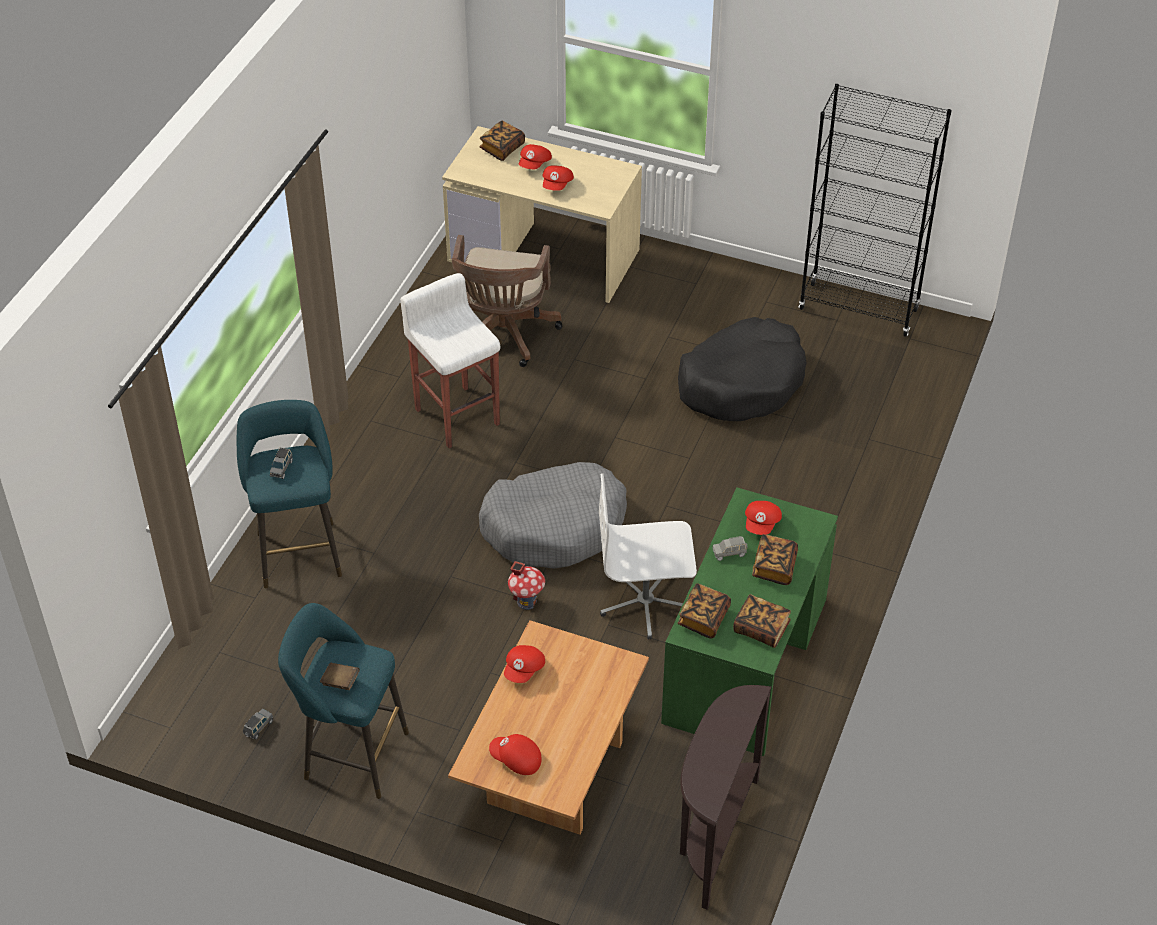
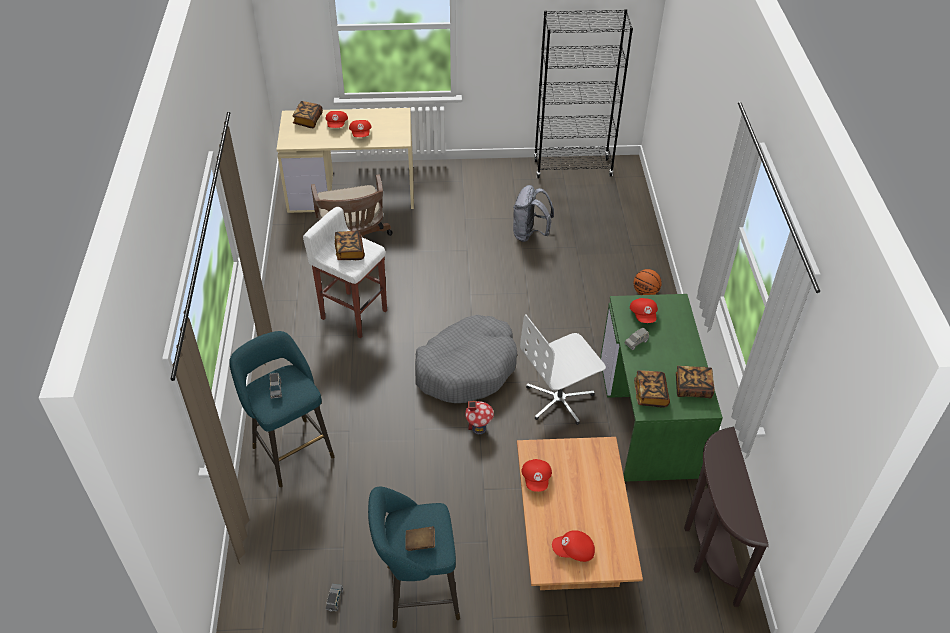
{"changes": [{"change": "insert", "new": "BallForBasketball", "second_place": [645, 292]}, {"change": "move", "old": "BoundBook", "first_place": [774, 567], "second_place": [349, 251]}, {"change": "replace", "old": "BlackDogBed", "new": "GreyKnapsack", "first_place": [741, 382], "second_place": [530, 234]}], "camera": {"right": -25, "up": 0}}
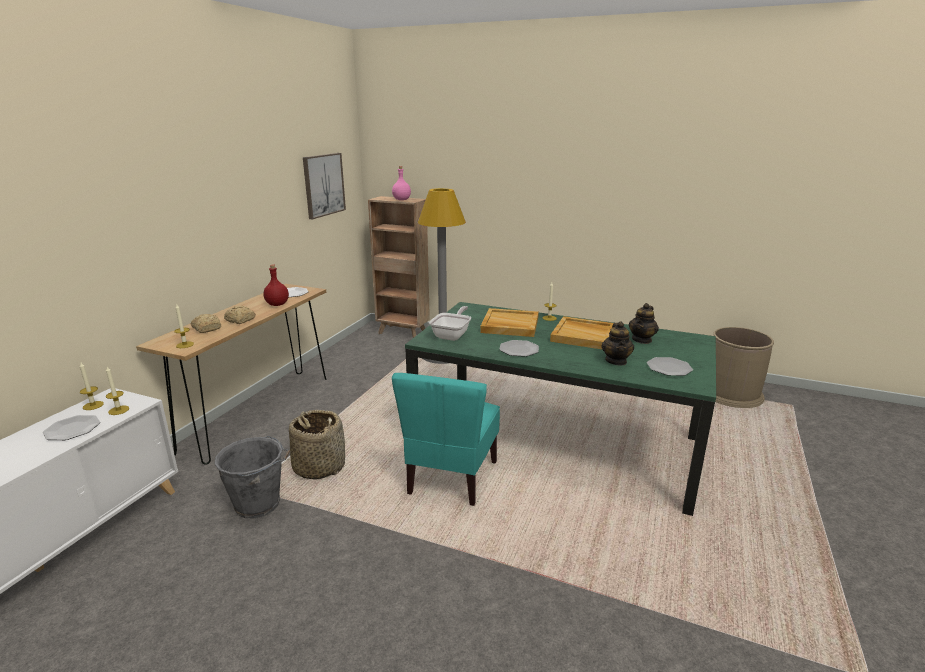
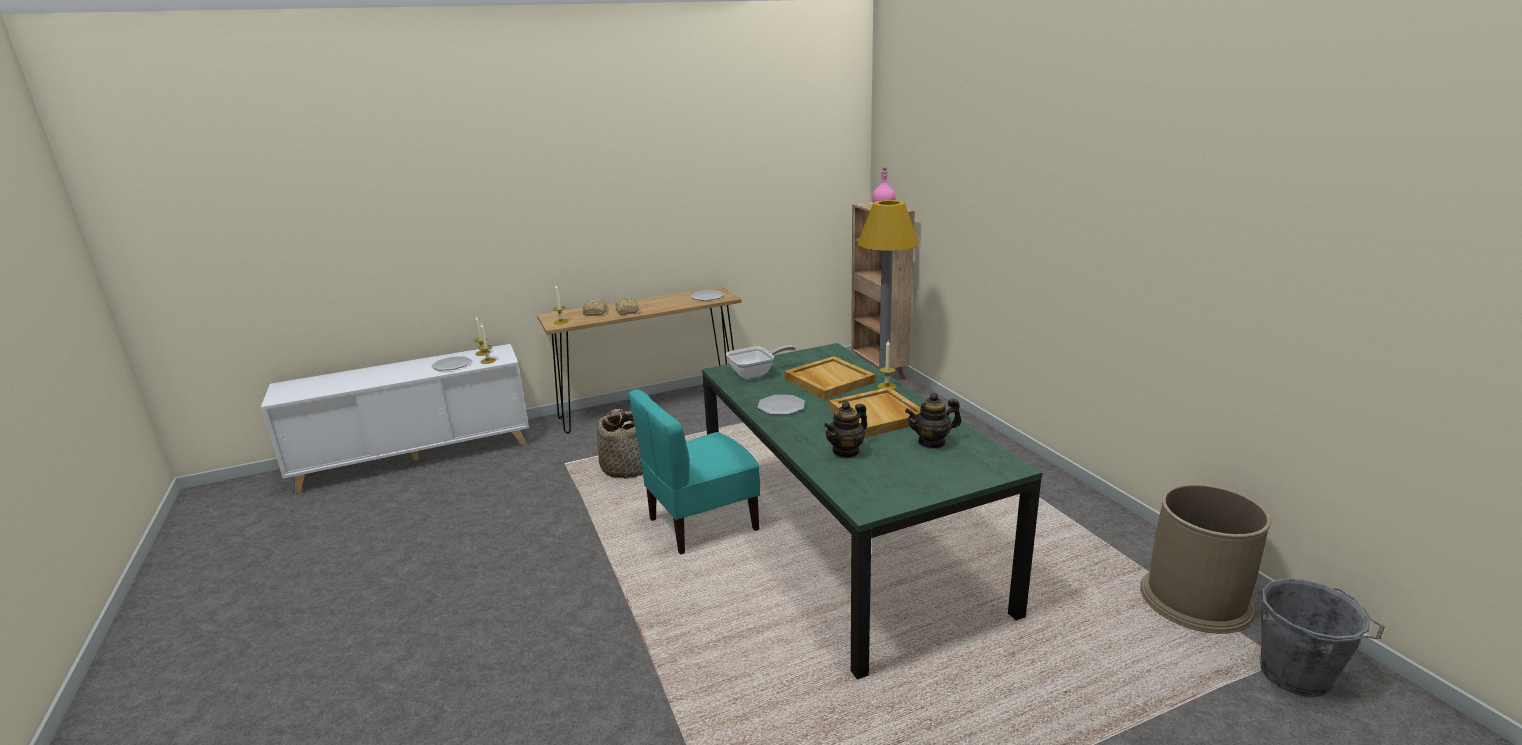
{"changes": [{"change": "delete", "old": "RedColouredBottle", "first_place": [278, 304]}, {"change": "delete", "old": "WallPicture", "first_place": [323, 185]}, {"change": "delete", "old": "DinnerPlate", "first_place": [669, 368]}, {"change": "move", "old": "GreyPail", "first_place": [259, 504], "second_place": [1298, 676]}], "camera": {"right": 45, "up": 0}}
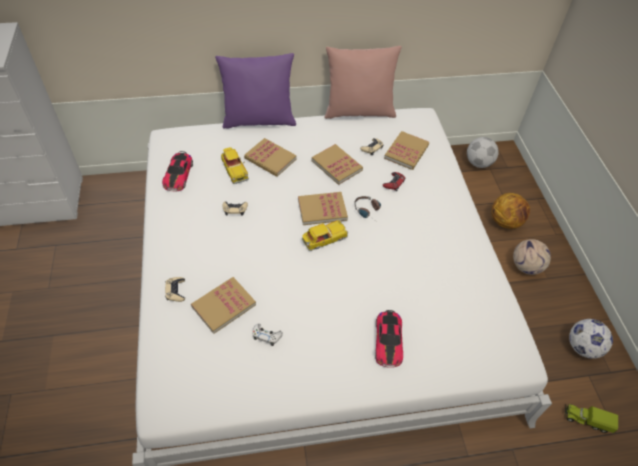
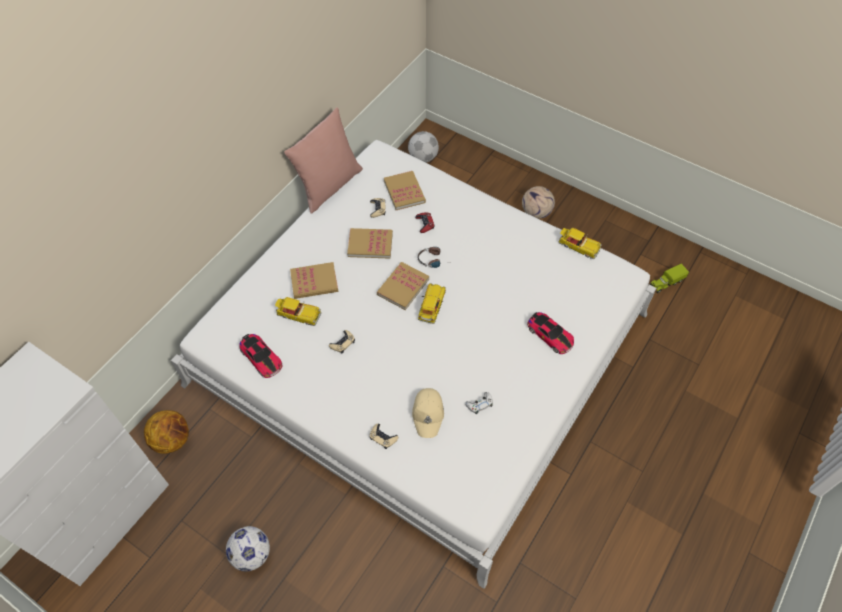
{"changes": [{"change": "delete", "old": "PurplishPillow", "first_place": [259, 120]}, {"change": "insert", "new": "ModelCar", "second_place": [578, 246]}, {"change": "move", "old": "BallForBasketball", "first_place": [506, 222], "second_place": [172, 439]}, {"change": "move", "old": "BallForFootball", "first_place": [582, 347], "second_place": [252, 554]}, {"change": "replace", "old": "BoundBook", "new": "BeigePeakedCap", "first_place": [223, 306], "second_place": [428, 414]}], "camera": {"right": -45, "up": 5}}
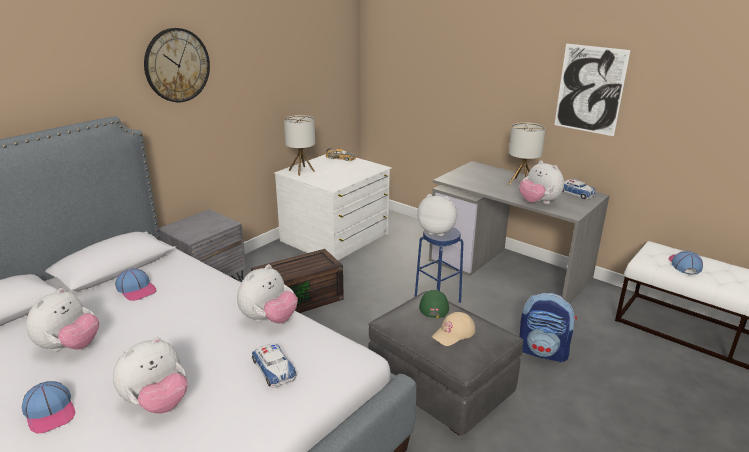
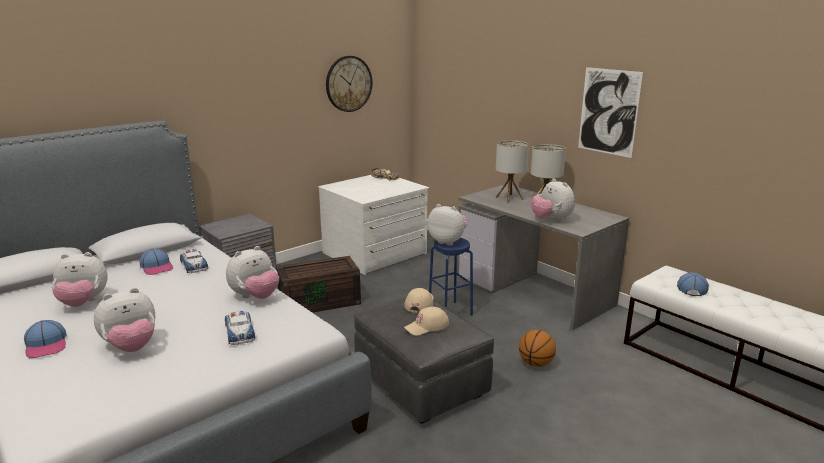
{"changes": [{"change": "move", "old": "ClockOnTheWall", "first_place": [177, 65], "second_place": [348, 84]}, {"change": "move", "old": "TableLamp", "first_place": [301, 171], "second_place": [509, 198]}, {"change": "move", "old": "ModelCar", "first_place": [576, 193], "second_place": [194, 265]}, {"change": "replace", "old": "Knapsack", "new": "BallForBasketball", "first_place": [543, 352], "second_place": [536, 363]}, {"change": "recolor", "old": "GreenPeakedCap", "new": "BeigePeakedCap", "first_place": [433, 305], "second_place": [419, 303]}, {"change": "rotate", "old": "CuddlyToy", "first_place": [69, 347], "second_place": [83, 303], "degrees": 45}], "camera": {"right": 10, "up": -5}}
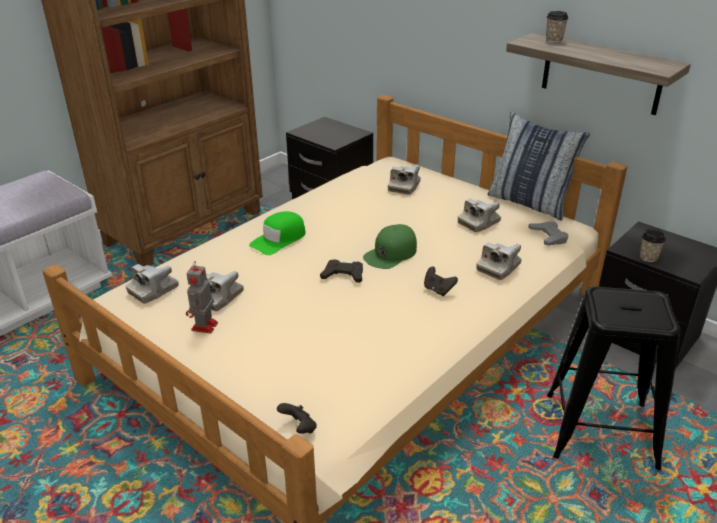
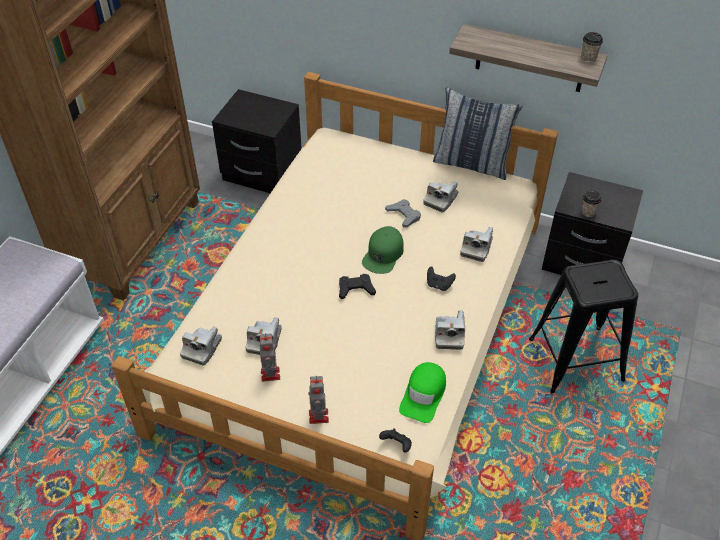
{"changes": [{"change": "insert", "new": "ToyRobot", "second_place": [318, 417]}, {"change": "move", "old": "GreenPeakedCap", "first_place": [279, 239], "second_place": [423, 395]}, {"change": "move", "old": "PhotoCamera", "first_place": [404, 187], "second_place": [449, 335]}, {"change": "move", "old": "GreyGameController", "first_place": [548, 236], "second_place": [404, 215]}, {"change": "move", "old": "DrinkingCup", "first_place": [554, 40], "second_place": [588, 58]}], "camera": {"right": -20, "up": 15}}
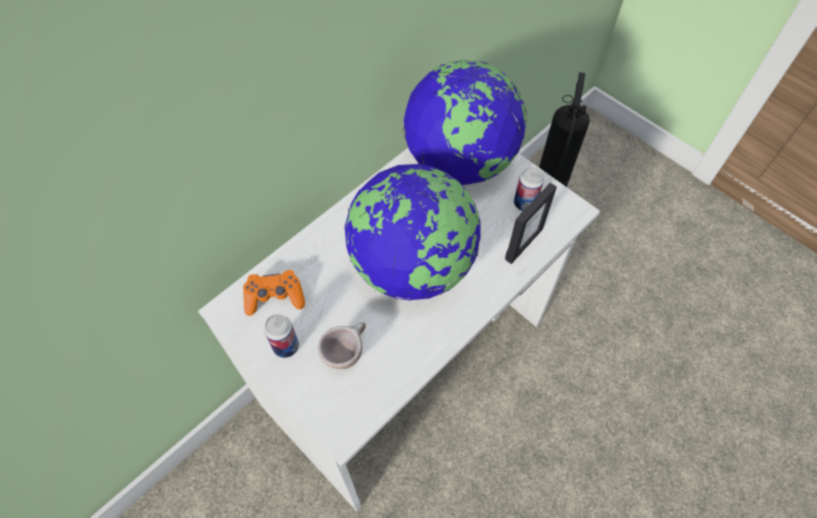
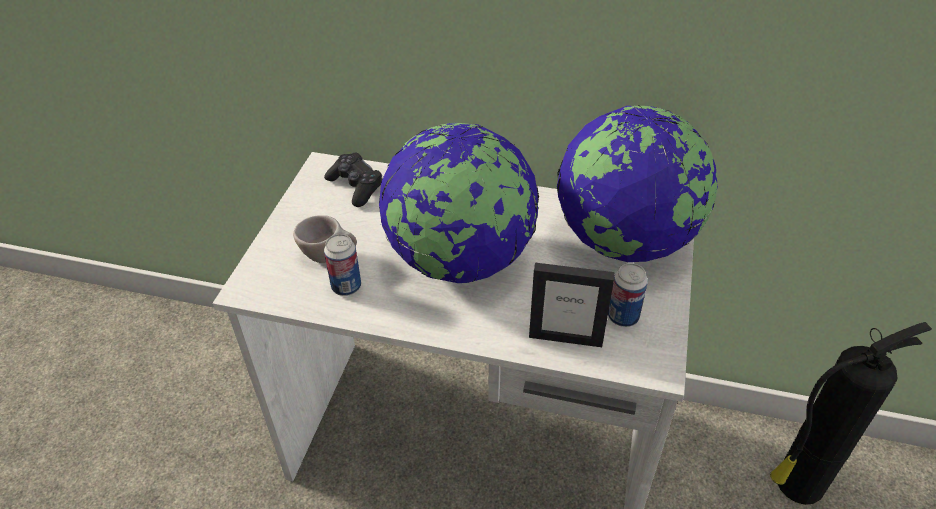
{"changes": [{"change": "move", "old": "SealedCan", "first_place": [286, 346], "second_place": [346, 287]}, {"change": "recolor", "old": "OrangeColouredGameController", "new": "BlackGameController", "first_place": [275, 297], "second_place": [356, 186]}], "camera": {"right": 60, "up": -15}}
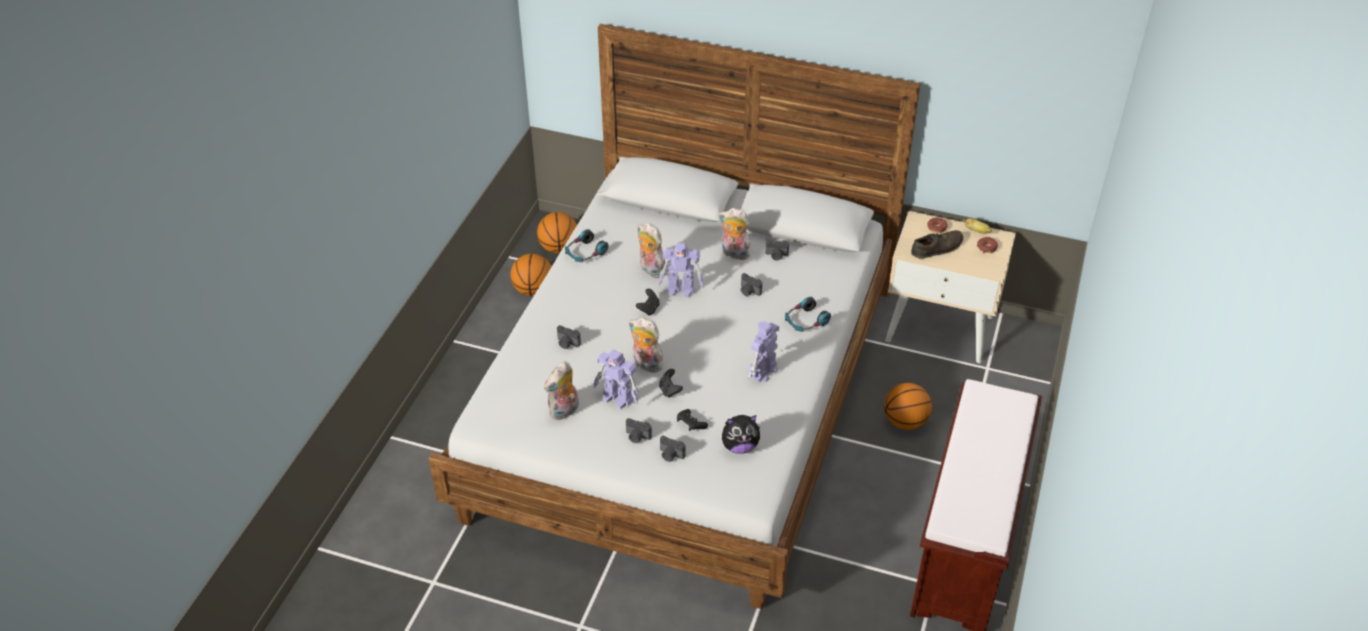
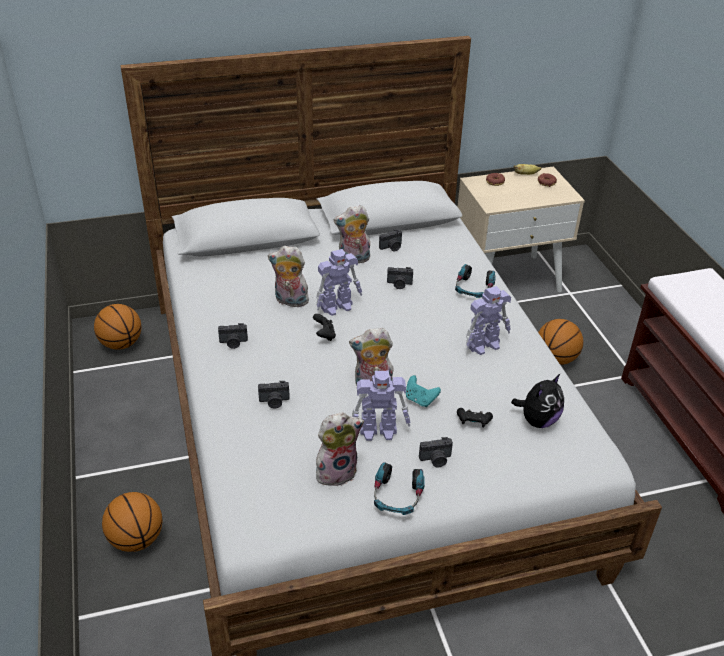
{"changes": [{"change": "delete", "old": "BrownColouredShoe", "first_place": [937, 248]}, {"change": "move", "old": "BallForBasketball", "first_place": [533, 290], "second_place": [137, 539]}, {"change": "move", "old": "Headphones", "first_place": [585, 252], "second_place": [397, 496]}, {"change": "move", "old": "PhotoCamera", "first_place": [670, 455], "second_place": [233, 343]}, {"change": "recolor", "old": "BlackGameController", "new": "TurquoiseColouredGameController", "first_place": [670, 390], "second_place": [420, 400]}, {"change": "rotate", "old": "CuddlyToy", "first_place": [564, 411], "second_place": [337, 471], "degrees": -120}, {"change": "rotate", "old": "ToyRobot", "first_place": [763, 372], "second_place": [485, 345], "degrees": -120}], "camera": {"right": -35, "up": -5}}
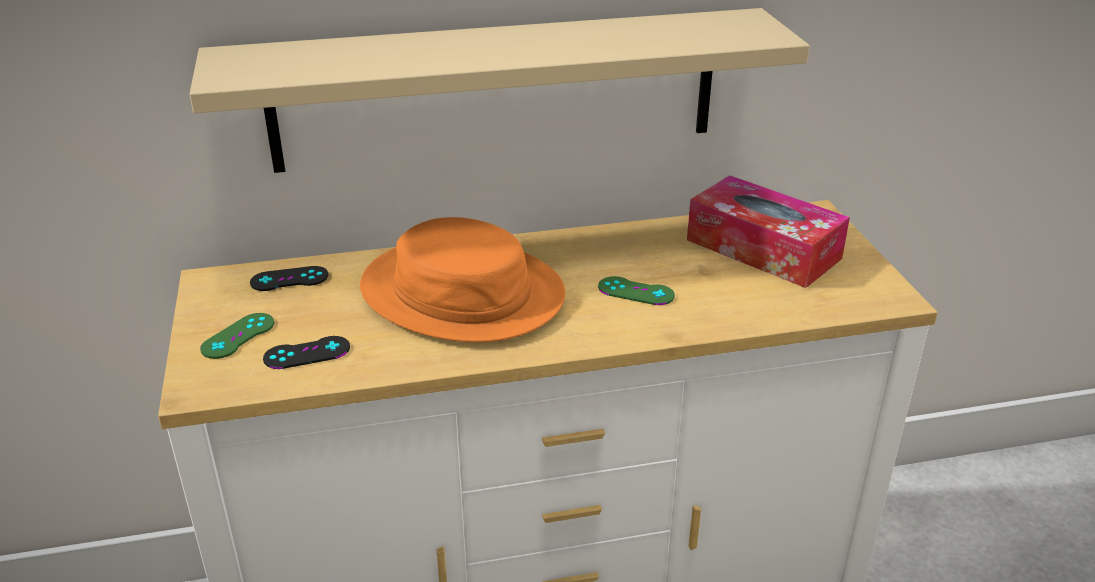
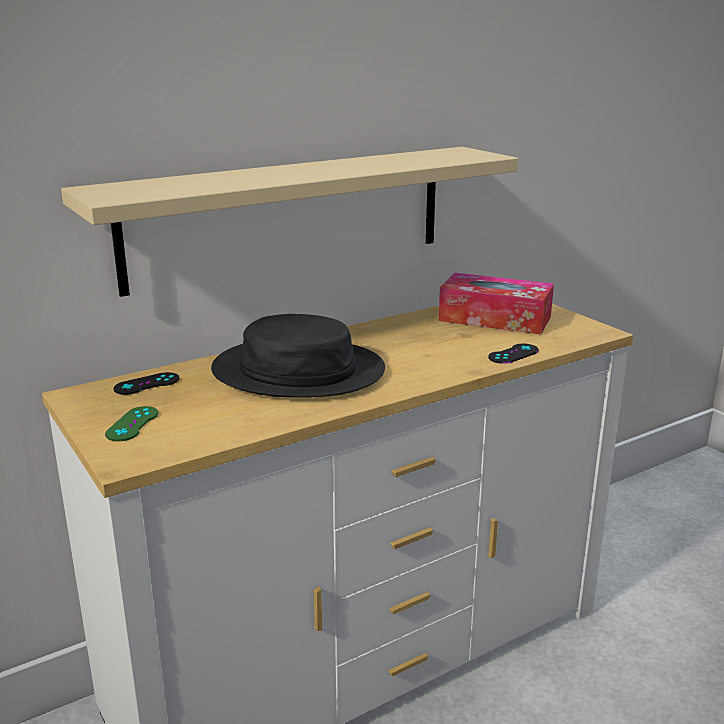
{"changes": [{"change": "delete", "old": "GreenGameController", "first_place": [636, 291]}, {"change": "move", "old": "BlackGameController", "first_place": [307, 353], "second_place": [513, 354]}, {"change": "recolor", "old": "OrangeColouredHat", "new": "BlackHat", "first_place": [463, 292], "second_place": [298, 371]}], "camera": {"right": -20, "up": -10}}
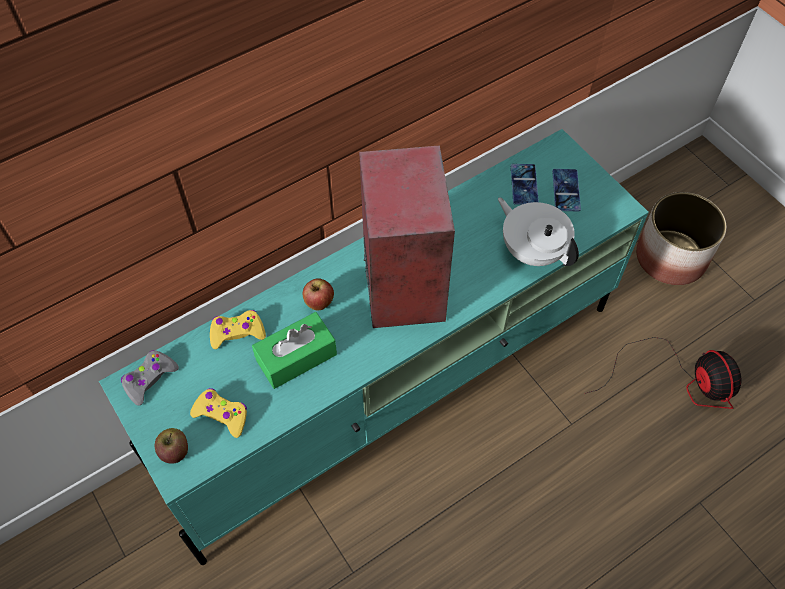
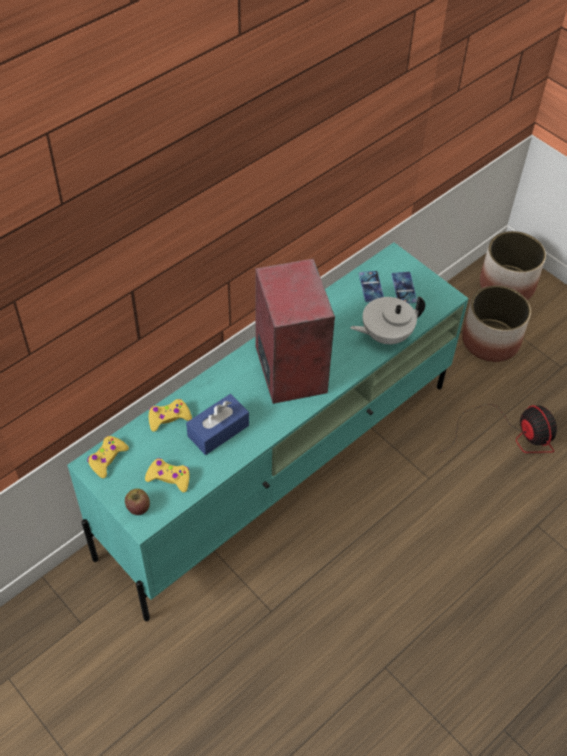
{"changes": [{"change": "delete", "old": "AppleFruit", "first_place": [319, 304]}, {"change": "insert", "new": "Planter", "second_place": [507, 285]}, {"change": "recolor", "old": "GreyGameController", "new": "YellowColouredGameController", "first_place": [149, 379], "second_place": [107, 459]}, {"change": "recolor", "old": "GreenTissueHolder", "new": "BlueColouredTissueHolder", "first_place": [296, 357], "second_place": [218, 431]}, {"change": "rotate", "old": "WhiteTeapot", "first_place": [533, 250], "second_place": [385, 335], "degrees": -60}], "camera": {"right": -10, "up": -5}}
